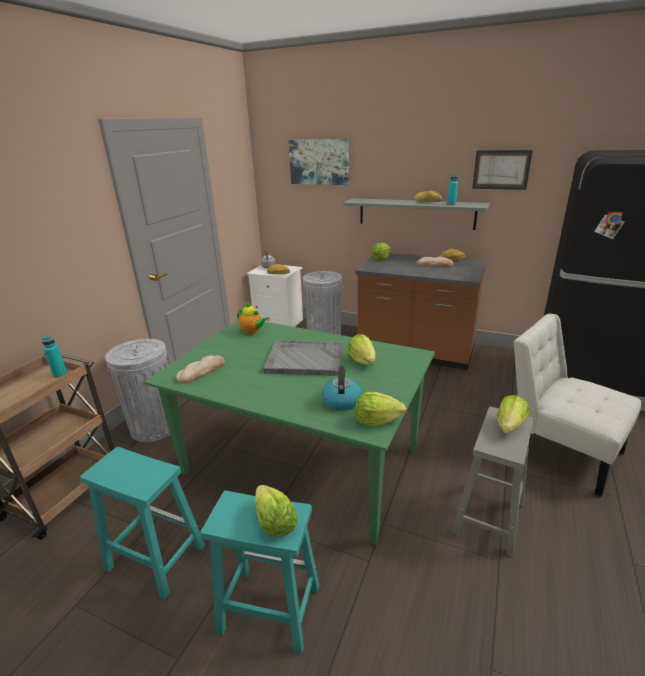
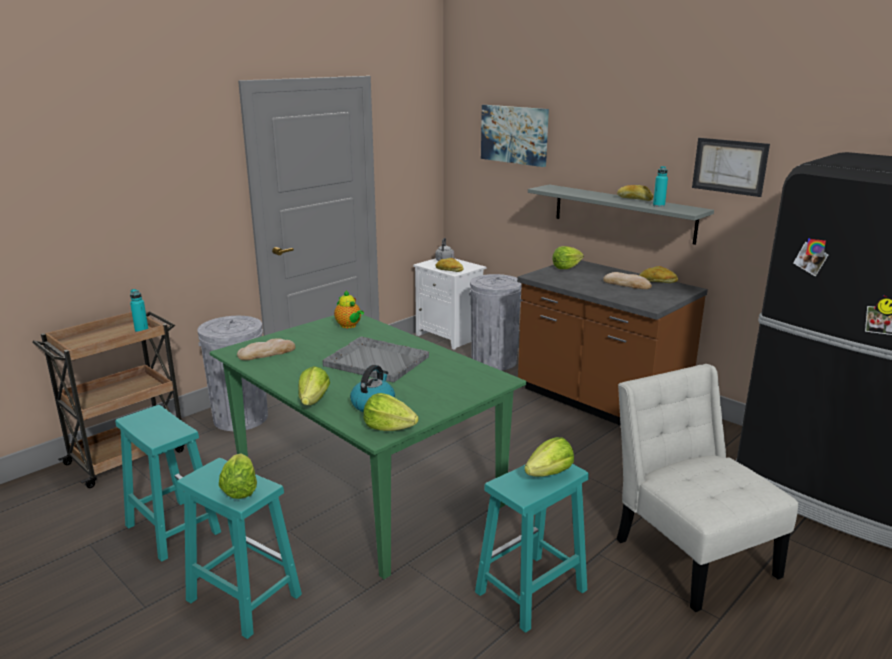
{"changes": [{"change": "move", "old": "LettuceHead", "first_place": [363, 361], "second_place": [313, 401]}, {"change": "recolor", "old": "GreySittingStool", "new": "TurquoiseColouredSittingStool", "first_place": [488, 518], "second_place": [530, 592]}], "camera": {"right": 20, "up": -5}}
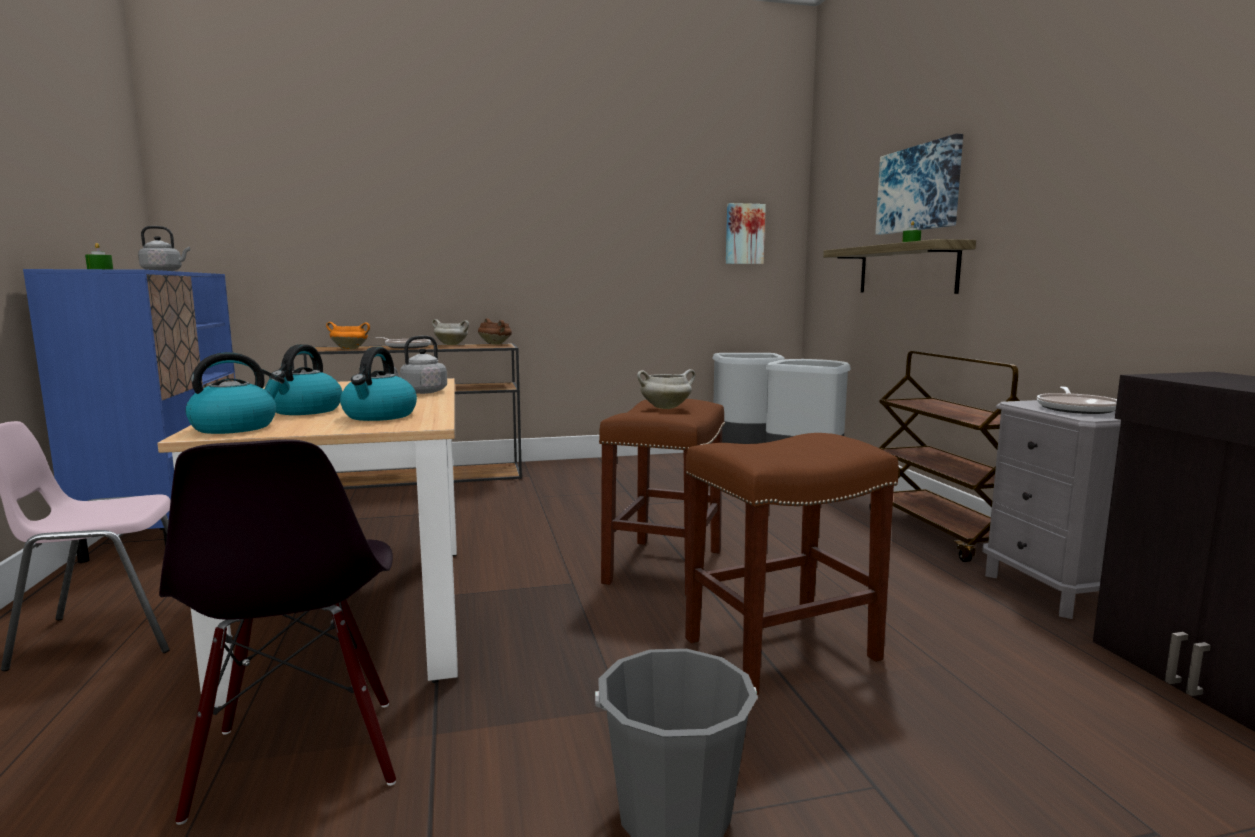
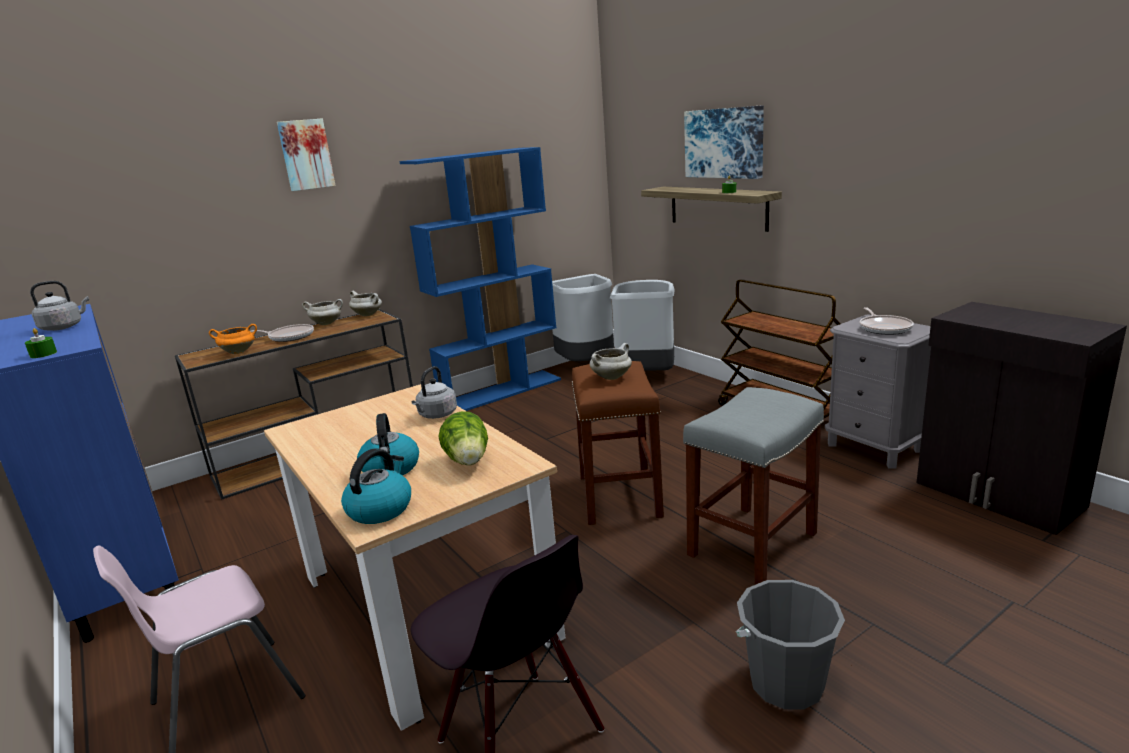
{"changes": [{"change": "insert", "new": "BlueColouredBookshelf", "second_place": [501, 391]}, {"change": "move", "old": "WallPicture", "first_place": [744, 234], "second_place": [306, 154]}, {"change": "replace", "old": "TeaKettle", "new": "LettuceHead", "first_place": [379, 416], "second_place": [468, 461]}, {"change": "recolor", "old": "BrownColouredSaucepot", "new": "WhiteSaucepot", "first_place": [496, 344], "second_place": [368, 315]}, {"change": "recolor", "old": "BrownColouredSittingStool", "new": "GreySittingStool", "first_place": [782, 648], "second_place": [752, 543]}], "camera": {"right": -20, "up": 10}}
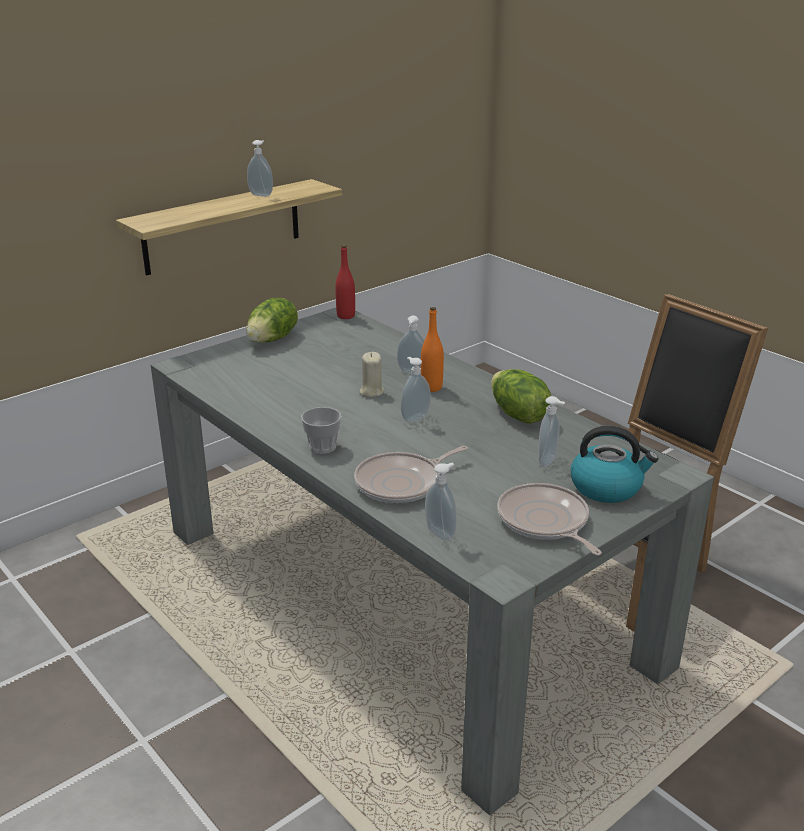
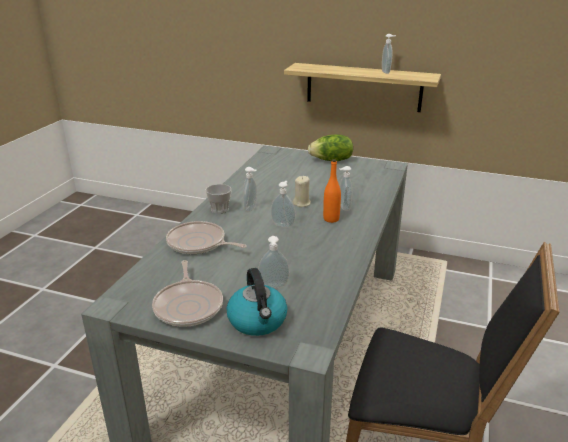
{"changes": [{"change": "delete", "old": "RedColouredBottle", "first_place": [346, 316]}, {"change": "delete", "old": "LettuceHead", "first_place": [517, 415]}, {"change": "move", "old": "SoapBottle", "first_place": [441, 533], "second_place": [251, 209]}, {"change": "rotate", "old": "Skillet", "first_place": [545, 522], "second_place": [189, 305], "degrees": 135}], "camera": {"right": 60, "up": 0}}
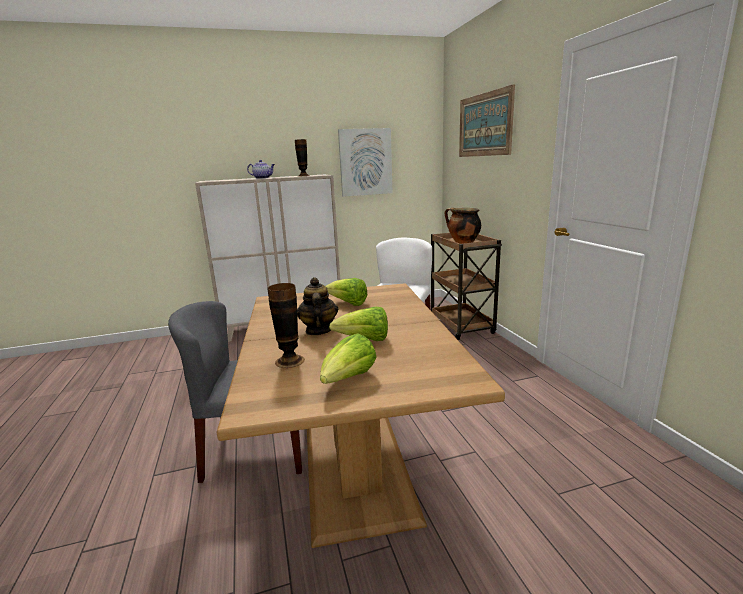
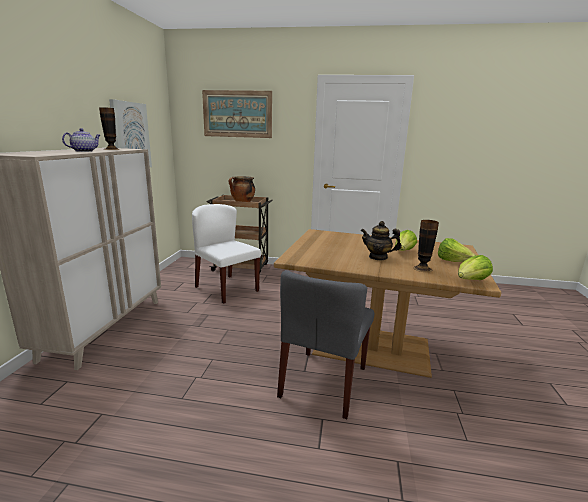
{"changes": [{"change": "move", "old": "LettuceHead", "first_place": [348, 304], "second_place": [471, 281]}], "camera": {"right": -65, "up": 0}}
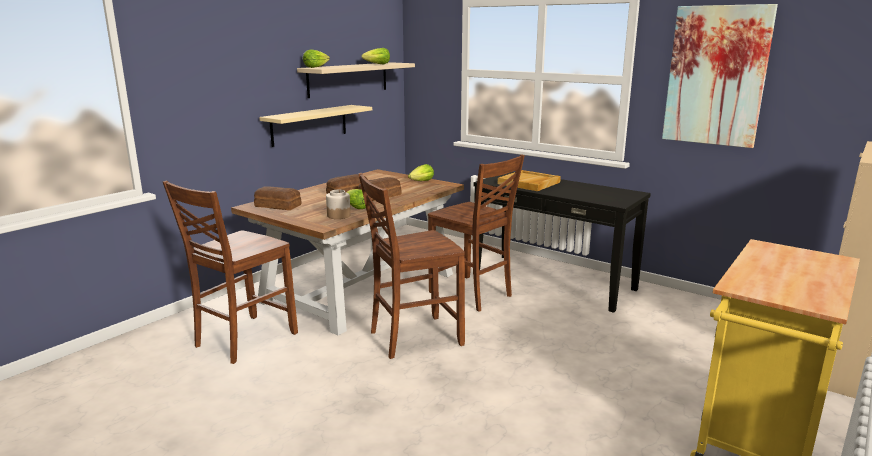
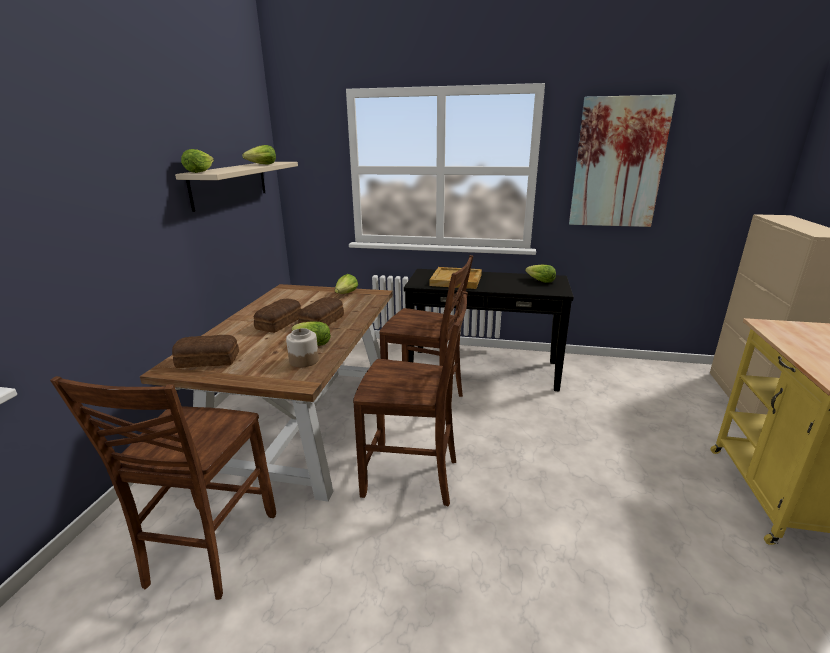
{"changes": [{"change": "delete", "old": "BeigeBracketShelf", "first_place": [309, 125]}, {"change": "insert", "new": "LettuceHead", "second_place": [540, 281]}, {"change": "rotate", "old": "BrownColouredUprightChair", "first_place": [413, 338], "second_place": [413, 477], "degrees": -120}], "camera": {"right": -25, "up": 5}}
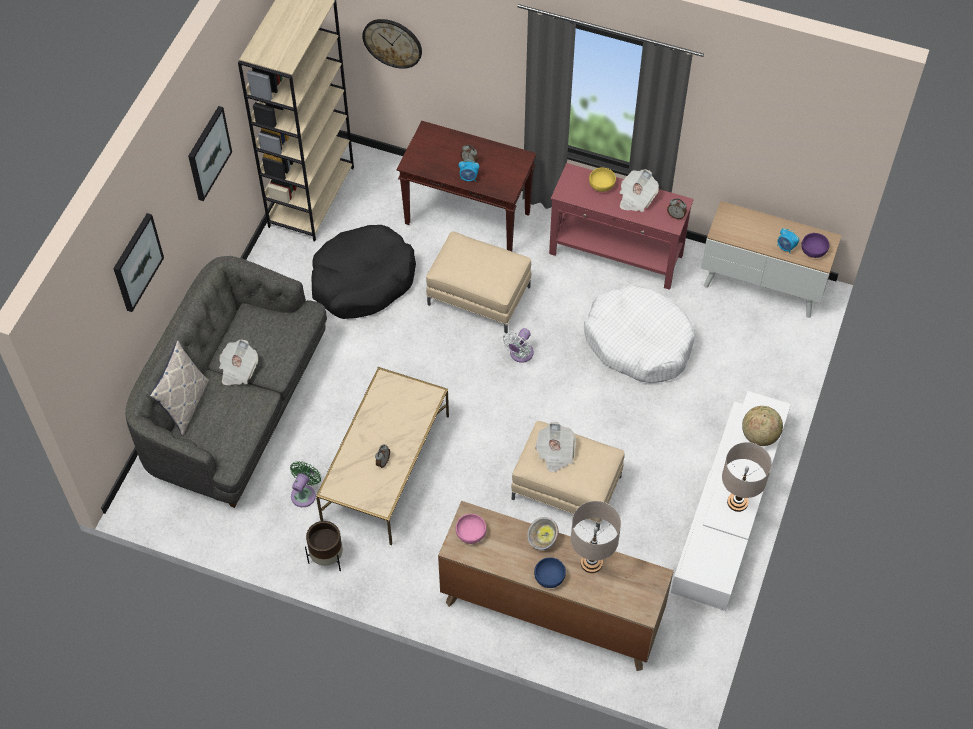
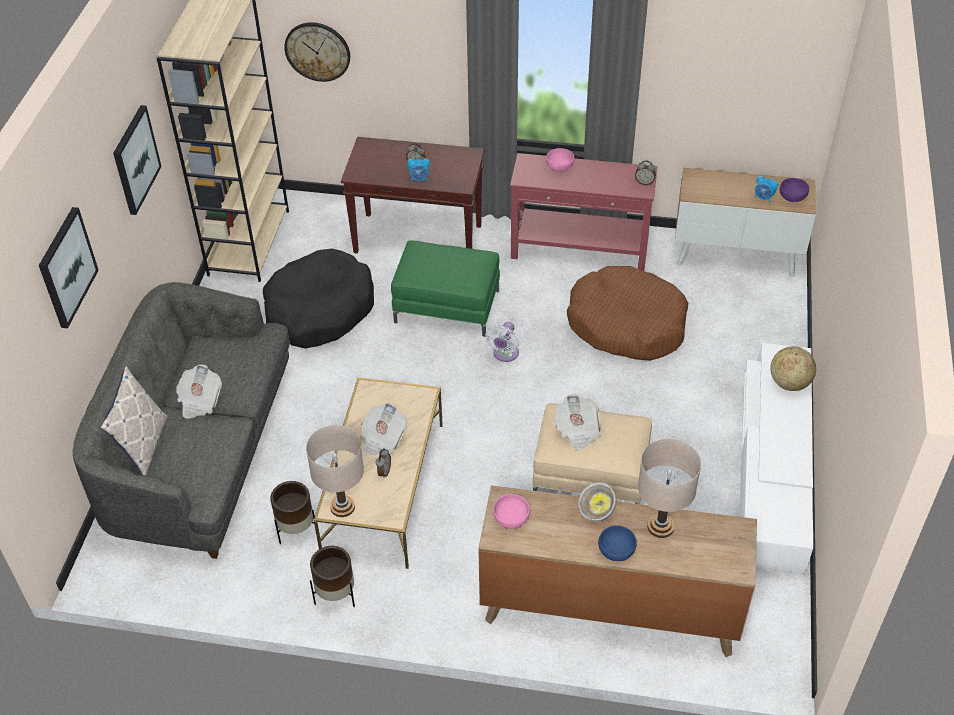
{"changes": [{"change": "move", "old": "PrintedPaper", "first_place": [636, 198], "second_place": [382, 439]}, {"change": "move", "old": "BeigeTableLamp", "first_place": [737, 502], "second_place": [342, 507]}, {"change": "replace", "old": "GreenElectricFan", "new": "BrownColouredPlanter", "first_place": [304, 493], "second_place": [296, 530]}, {"change": "recolor", "old": "BeigeFootrest", "new": "GreenFootrest", "first_place": [479, 295], "second_place": [447, 306]}, {"change": "recolor", "old": "WhiteDogBed", "new": "BrownColouredDogBed", "first_place": [638, 342], "second_place": [626, 324]}, {"change": "recolor", "old": "YellowColouredBowl", "new": "PinkColouredBowl", "first_place": [602, 185], "second_place": [560, 166]}], "camera": {"right": -10, "up": -10}}
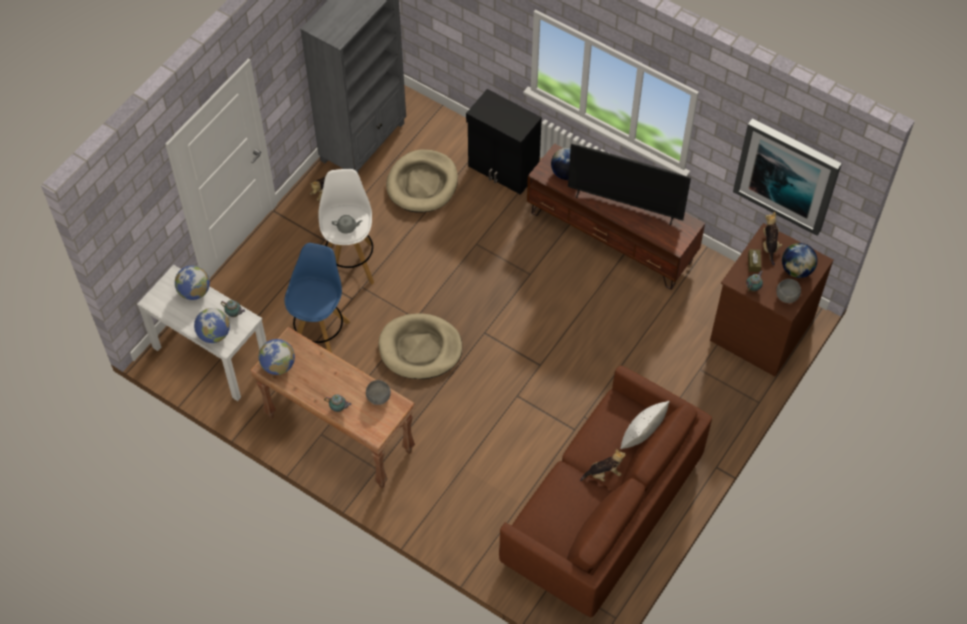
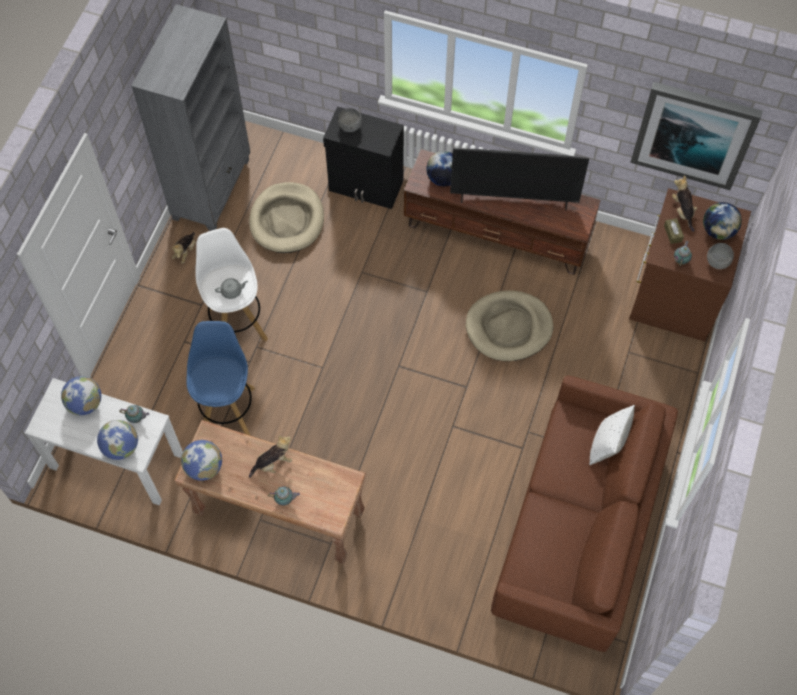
{"changes": [{"change": "move", "old": "GreyBowl", "first_place": [378, 398], "second_place": [350, 127]}, {"change": "move", "old": "BeigeDogBed", "first_place": [420, 348], "second_place": [508, 327]}, {"change": "move", "old": "CuddlyToy", "first_place": [603, 473], "second_place": [273, 463]}], "camera": {"right": -15, "up": 5}}
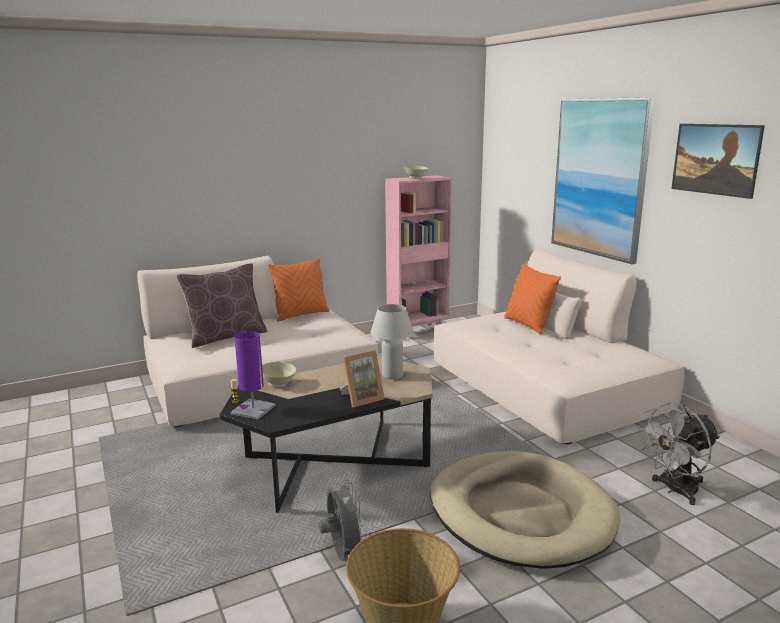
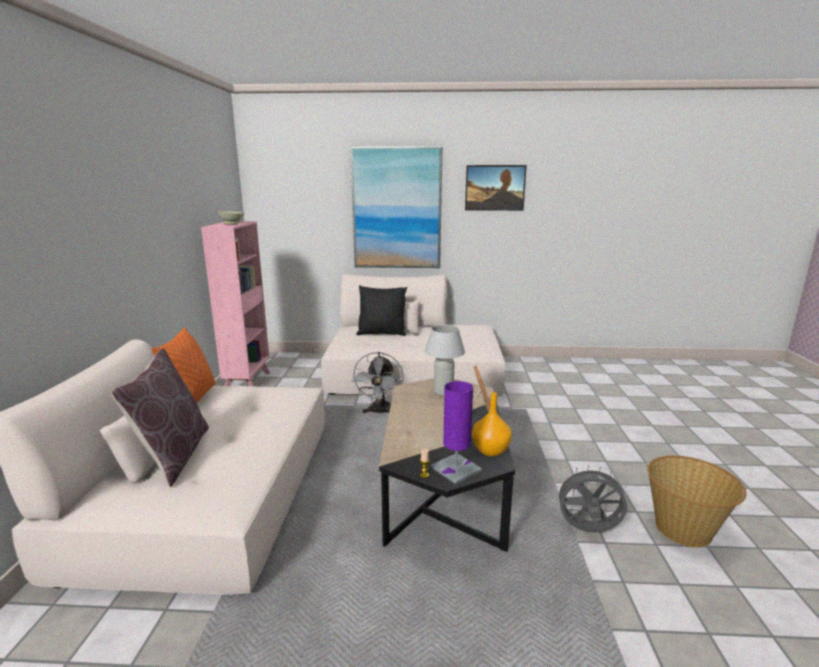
{"changes": [{"change": "delete", "old": "BeigeBowl", "first_place": [279, 384]}, {"change": "delete", "old": "BeigeDogBed", "first_place": [520, 513]}, {"change": "insert", "new": "OrangeColouredFlowerVase", "second_place": [489, 451]}, {"change": "move", "old": "GreyElectricFan", "first_place": [675, 490], "second_place": [379, 412]}, {"change": "recolor", "old": "OrangeColouredPillow", "new": "BlackPillow", "first_place": [528, 325], "second_place": [381, 333]}], "camera": {"right": -60, "up": 0}}
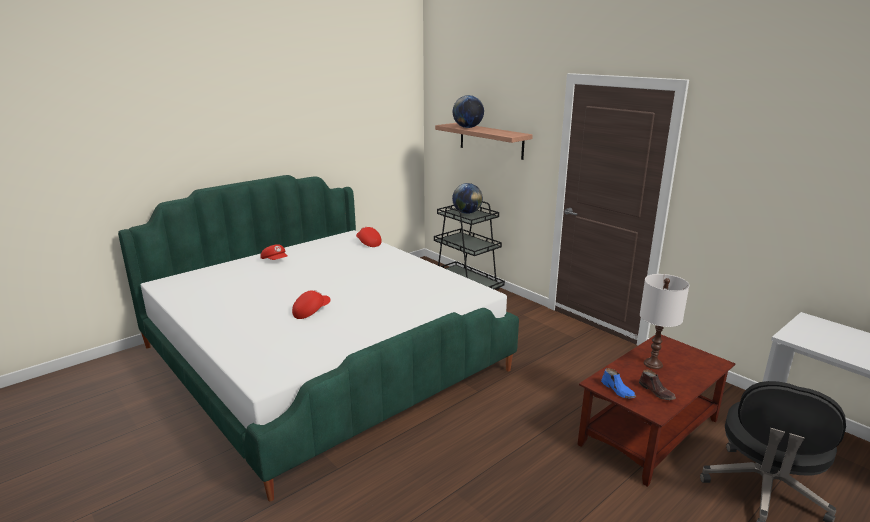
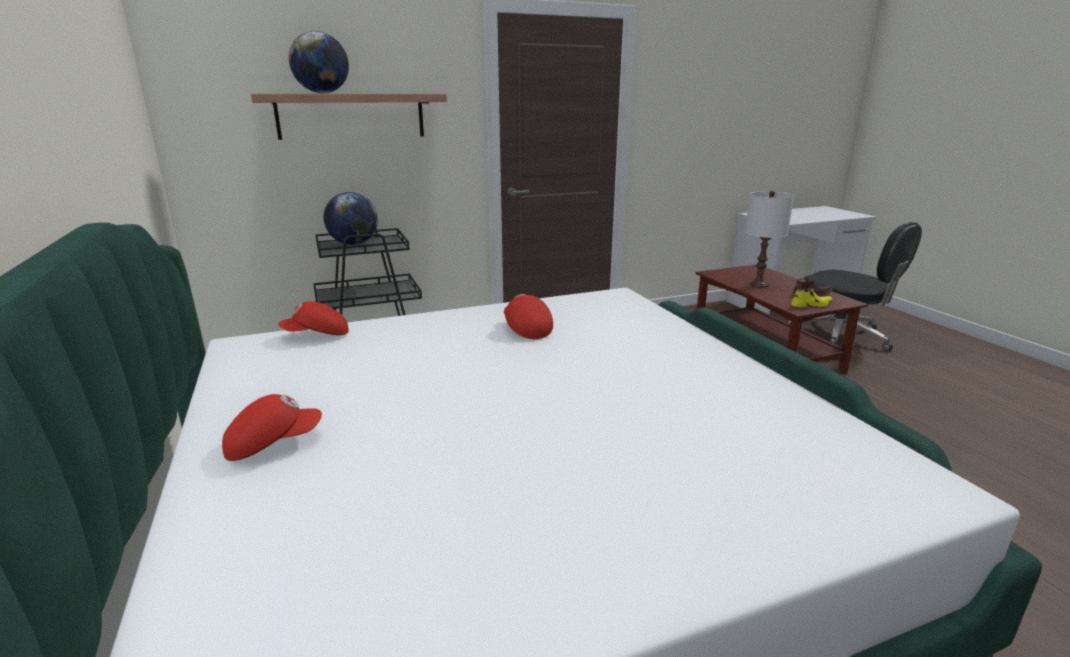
{"changes": [{"change": "move", "old": "RedColouredPeakedCap", "first_place": [311, 312], "second_place": [526, 329]}, {"change": "recolor", "old": "BlueColouredShoe", "new": "YellowColouredShoe", "first_place": [618, 390], "second_place": [810, 305]}], "camera": {"right": -70, "up": 0}}
